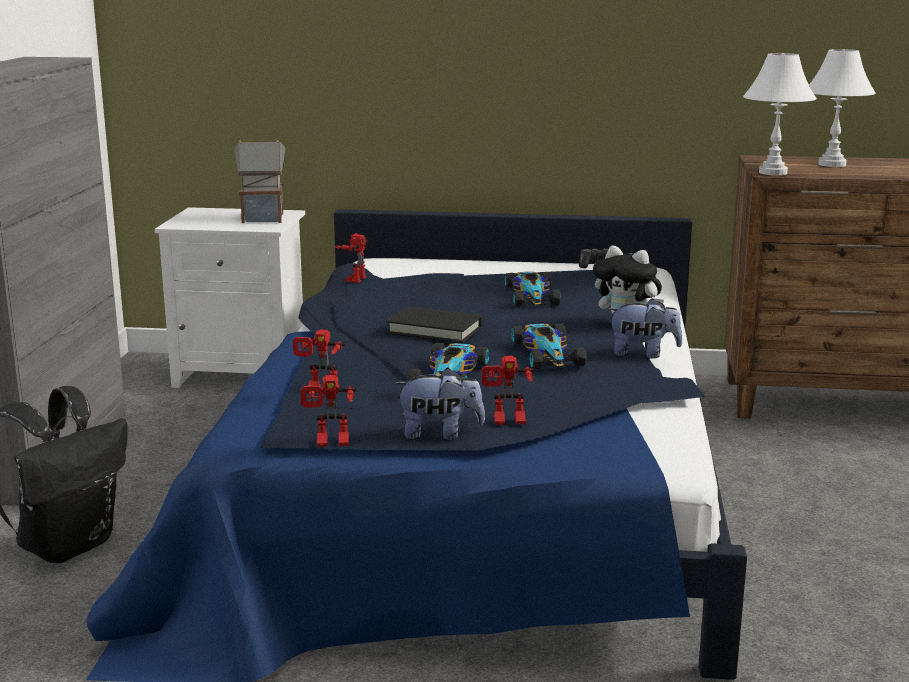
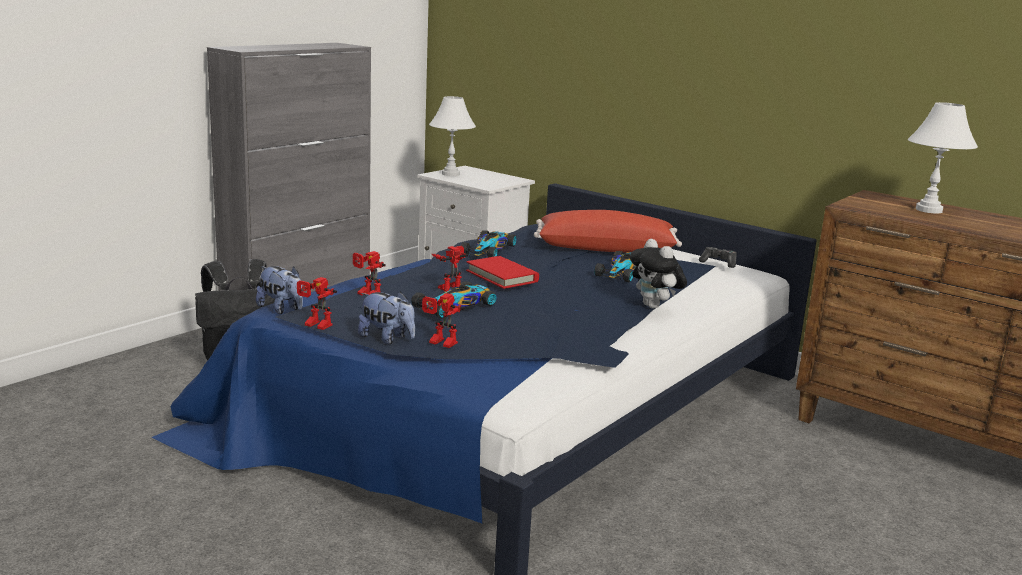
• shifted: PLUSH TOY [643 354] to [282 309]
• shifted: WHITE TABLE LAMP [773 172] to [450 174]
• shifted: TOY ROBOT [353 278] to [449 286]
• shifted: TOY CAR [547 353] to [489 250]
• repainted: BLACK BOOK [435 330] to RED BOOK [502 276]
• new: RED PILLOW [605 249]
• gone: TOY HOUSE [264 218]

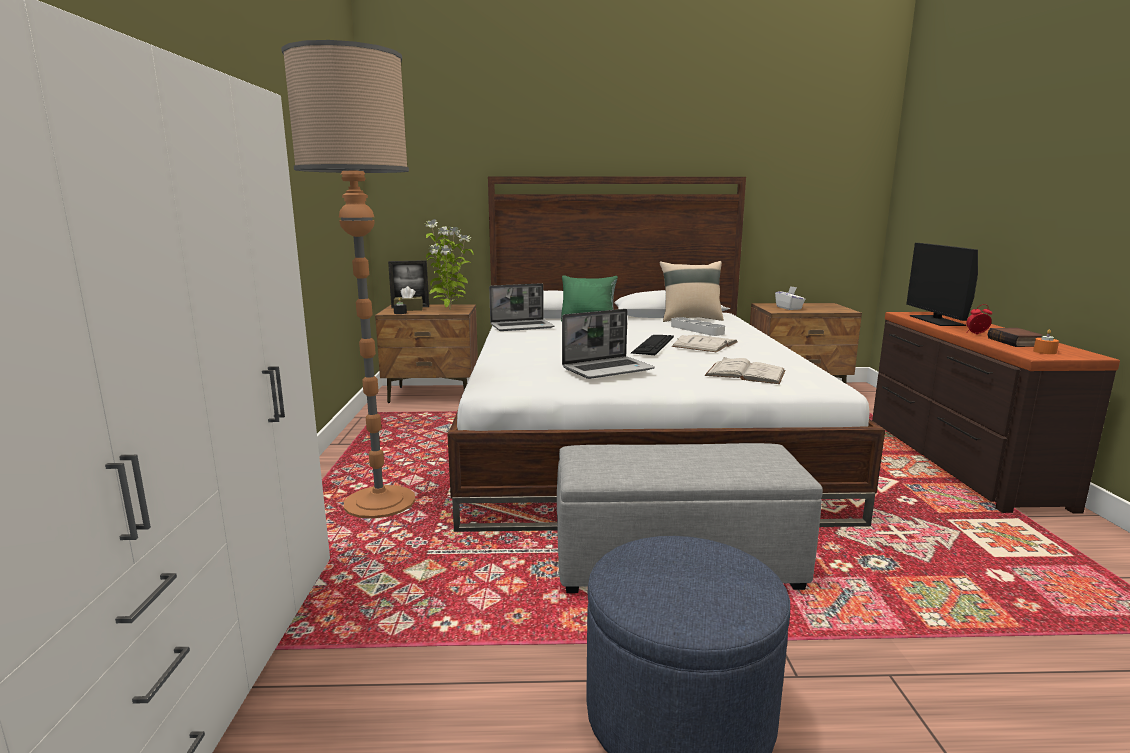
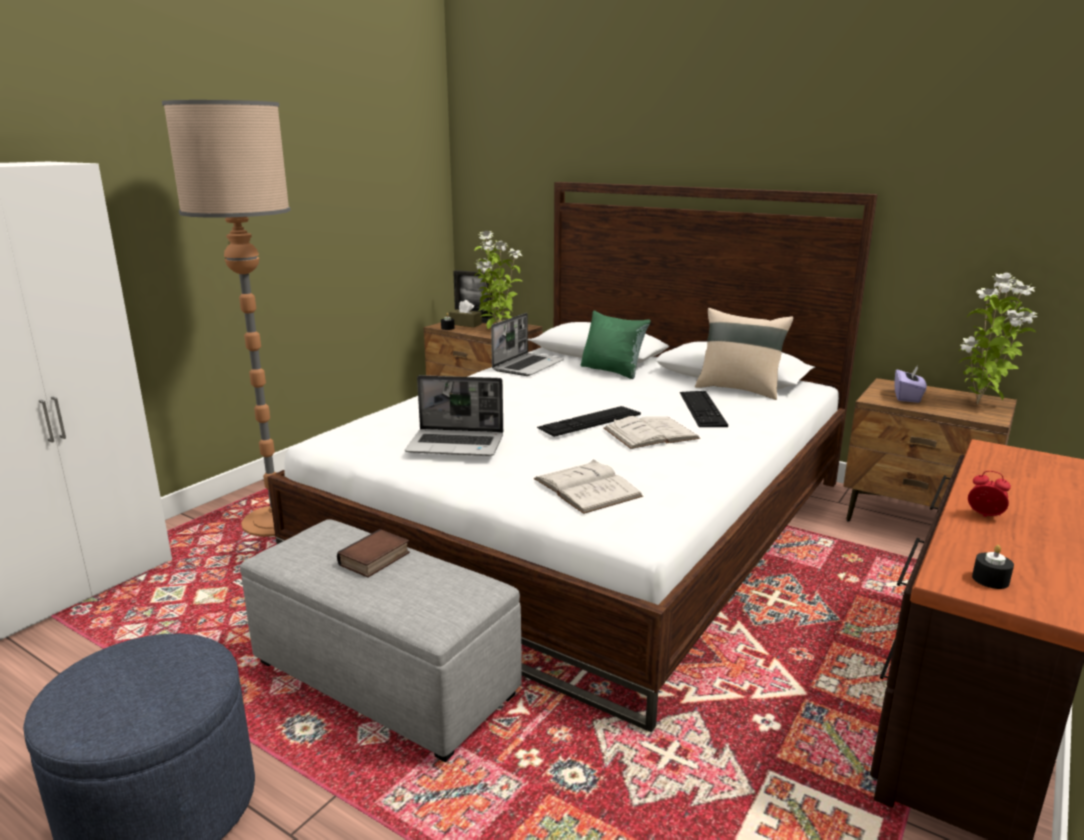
• shifted: BOOK [1017 342] to [375 560]
• rotated: LAPTOP [522 326] = [528 366] 75 degrees counterclockwise
• swapped: GREY TRAY [697 330] to KEYBOARD [702 408]
• repainted: WHITE TISSUE BOX [789 308] to PURPLE TISSUE BOX [907 397]
• new: POTTED PLANT [979 404]
• repainted: ORANGE CANDLE [1044 352] to BLACK CANDLE [990 579]
• gone: MONITOR [936 320]

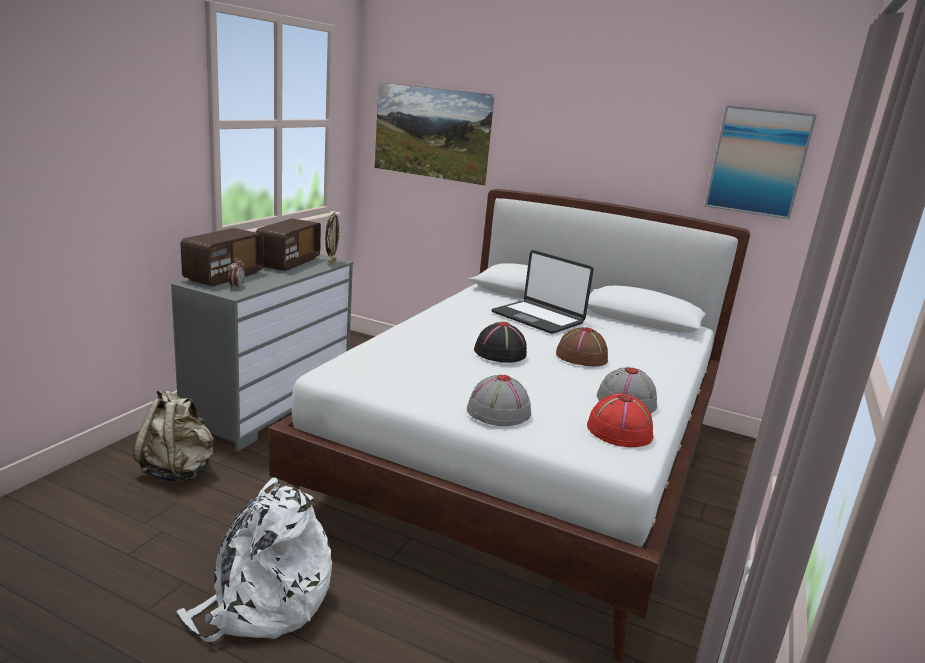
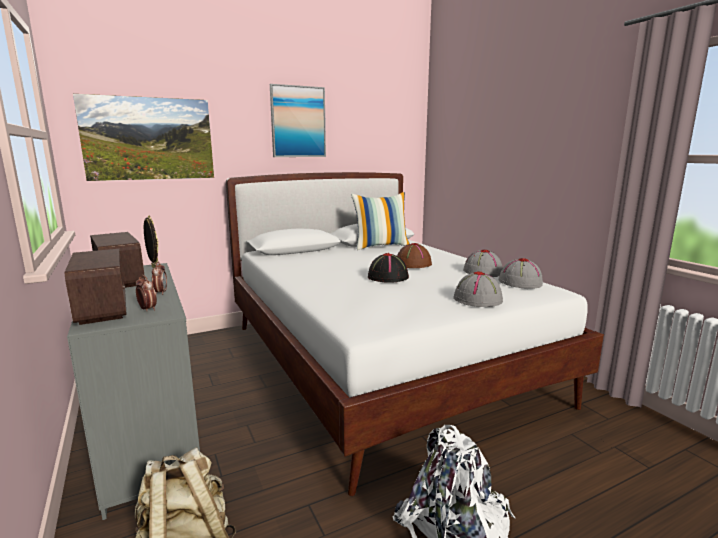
• new: ALARM CLOCK [160 293]
• shifted: PICTURE [758 162] to [298 122]
• new: PILLOW [381 246]
• repainted: RED HAT [619 430] to GREY HAT [519 282]
• gone: LAPTOP [538 318]

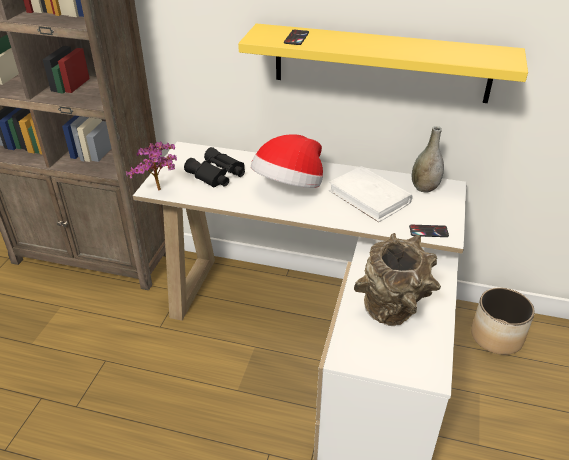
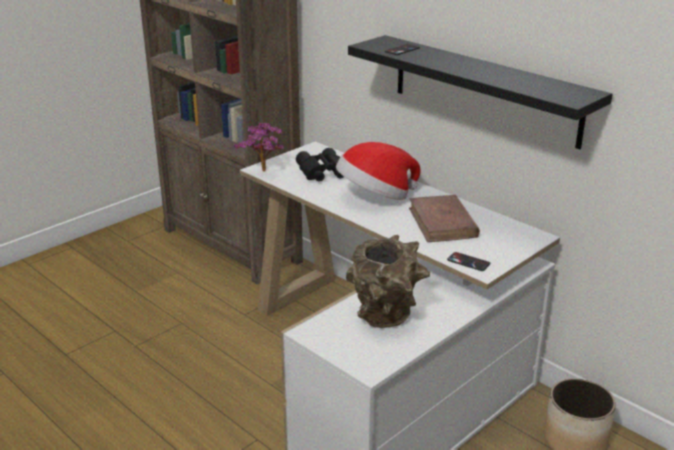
• repainted: YELLOW SHELF [381 63] to BLACK SHELF [484 90]
• repainted: WHITE BOOK [369 197] to BROWN BOOK [442 223]
• gone: GREY VASE [424 188]

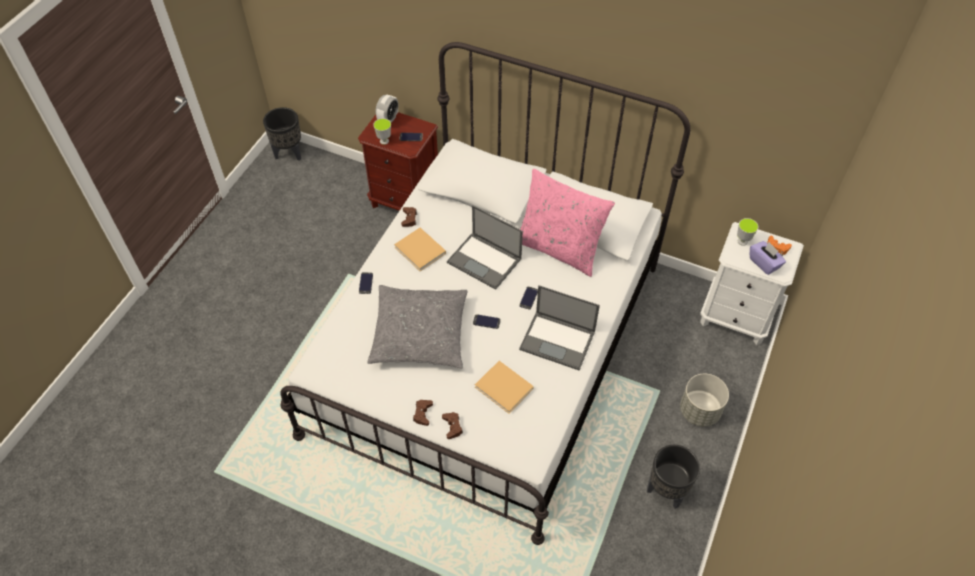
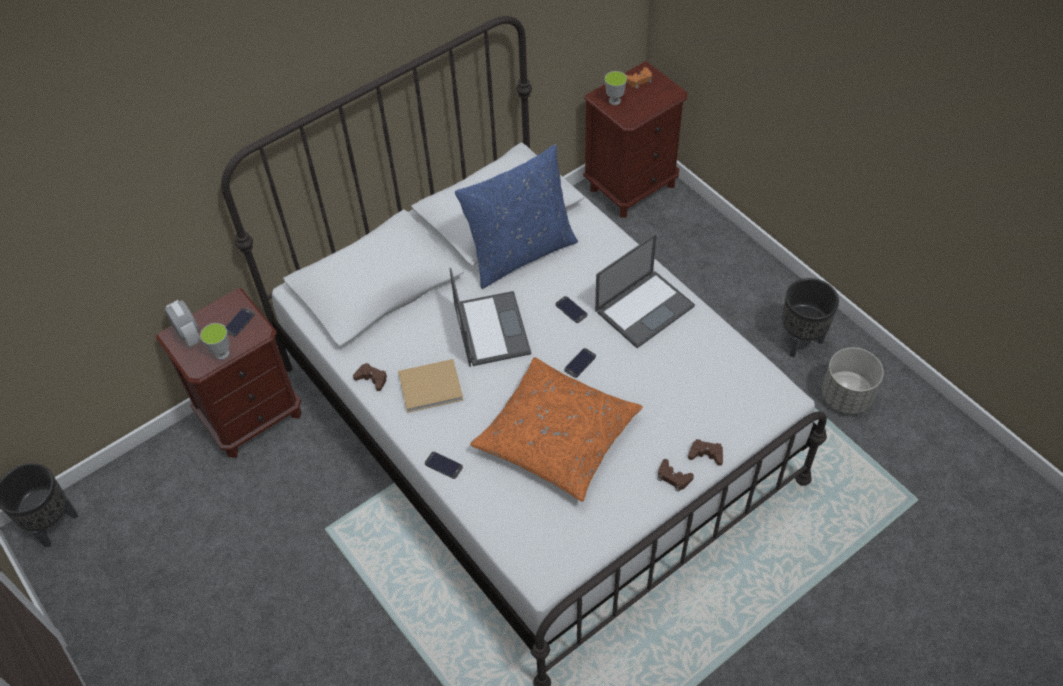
• rotated: LAPTOP [485 261] = [491 328] 75 degrees counterclockwise
• repainted: PINK PILLOW [559 249] to BLUE PILLOW [520 252]
• repainted: GREY PILLOW [420 333] to ORANGE PILLOW [557 436]
• repainted: WHITE NIGHTSTAND [735 317] to BROWN NIGHTSTAND [632 187]
• shifted: GREY PLANTER [699 411] to [846 396]
• gone: BEIGE BOOK [505 389]
• gone: PURPLE TISSUE BOX [764 263]

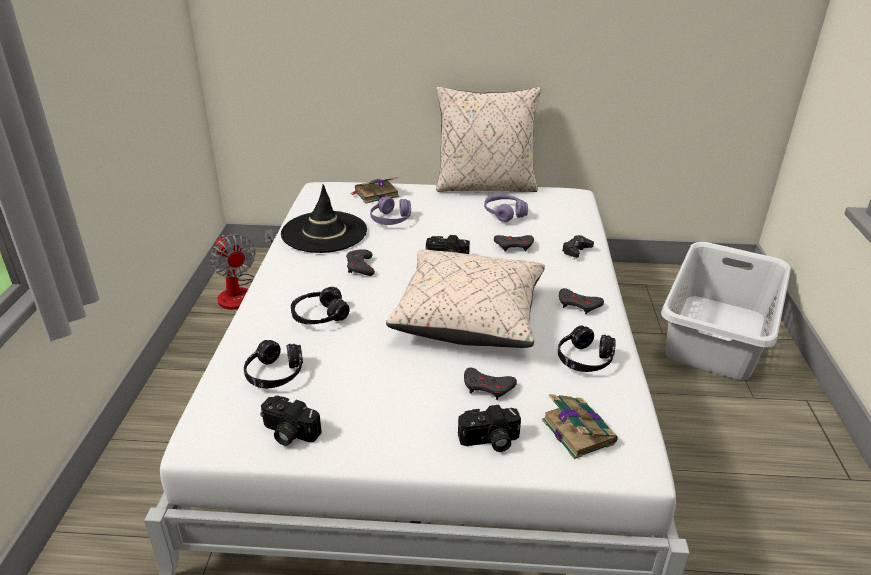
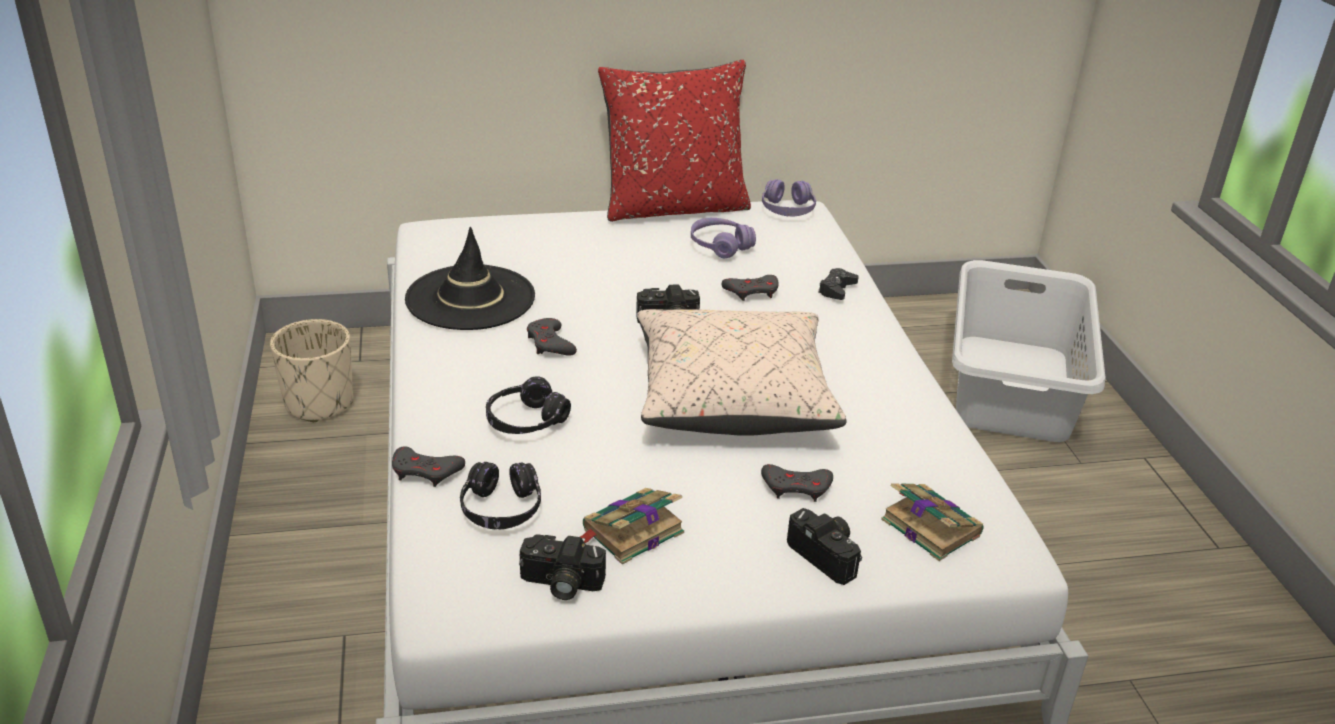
• swapped: FAN [243 292] to BEIGE PLANTER [319 403]
• shifted: GREY GAME CONTROLLER [578 304] to [426 471]
• shifted: BOOK [375 194] to [631 532]
• repainted: BEIGE PILLOW [485 186] to RED PILLOW [674 207]
• shifted: PURPLE HEADPHONES [391 219] to [787 210]
• rotated: PHOTO CAMERA [489 441] = [828 555] 105 degrees counterclockwise
• gone: BLACK HEADPHONES [584 359]

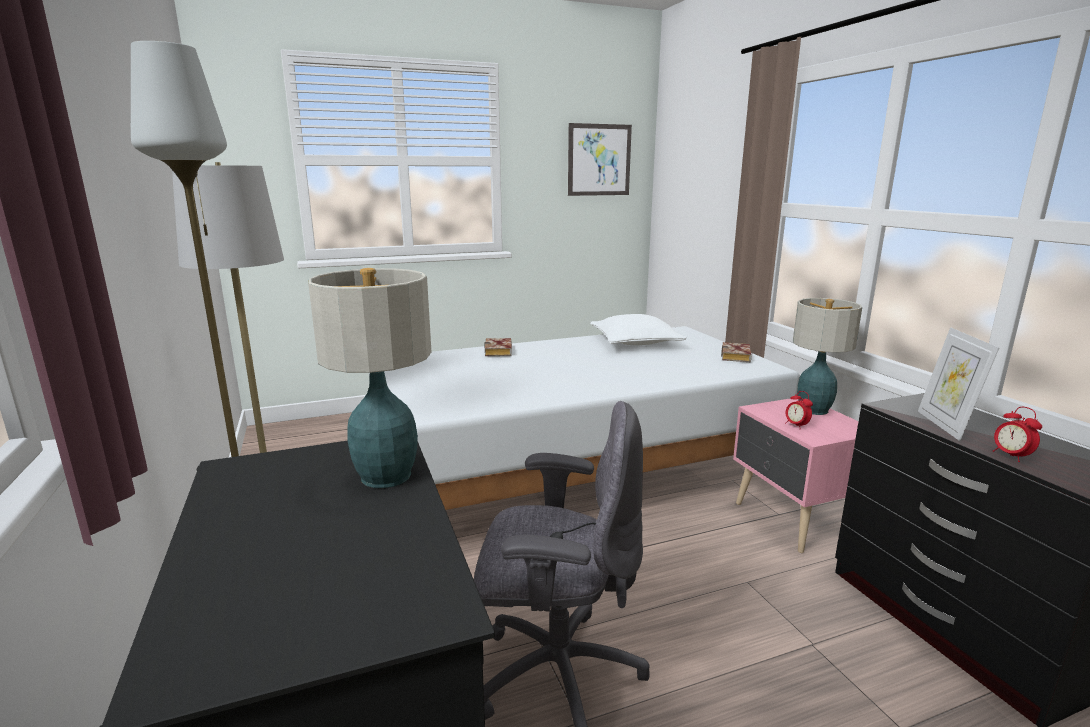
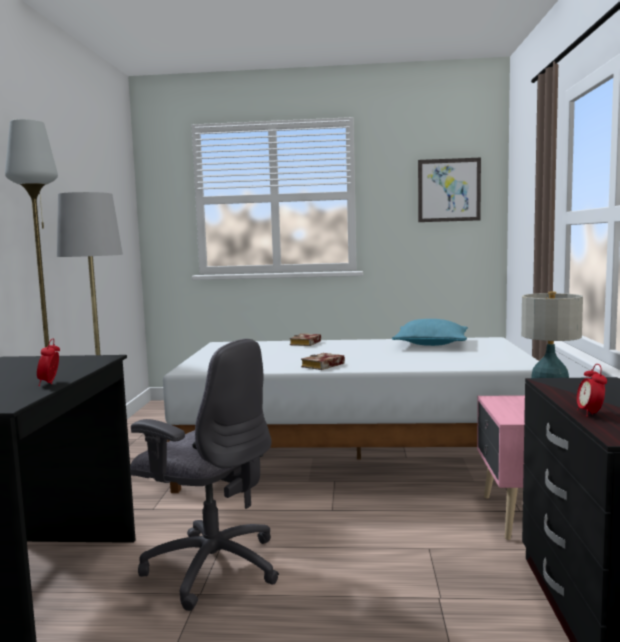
• shifted: ALARM CLOCK [796 425] to [50 383]
• shifted: BOOK [737 357] to [323 366]
• repainted: WHITE PILLOW [635 342] to TURQUOISE PILLOW [431 344]
• gone: TABLE LAMP [387 476]
• gone: PICTURE FRAME [945 425]

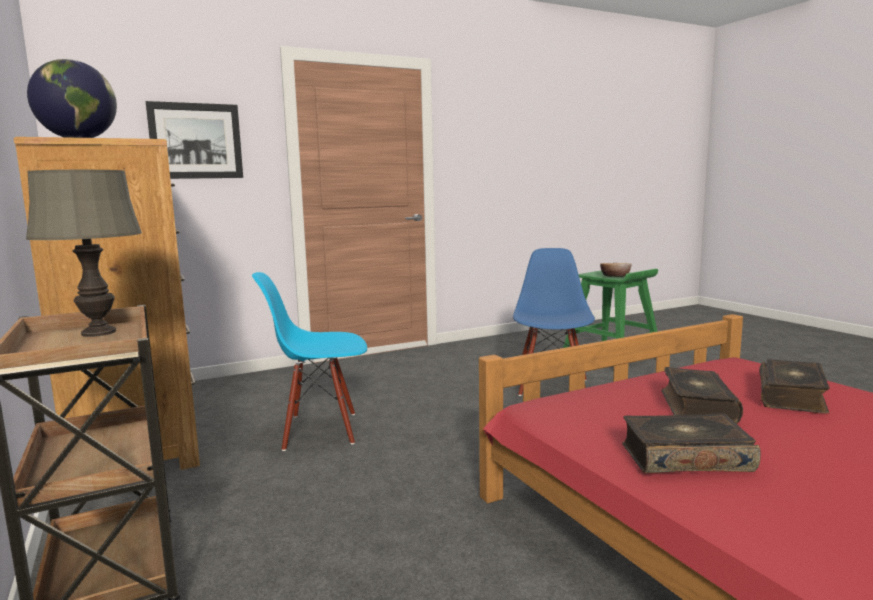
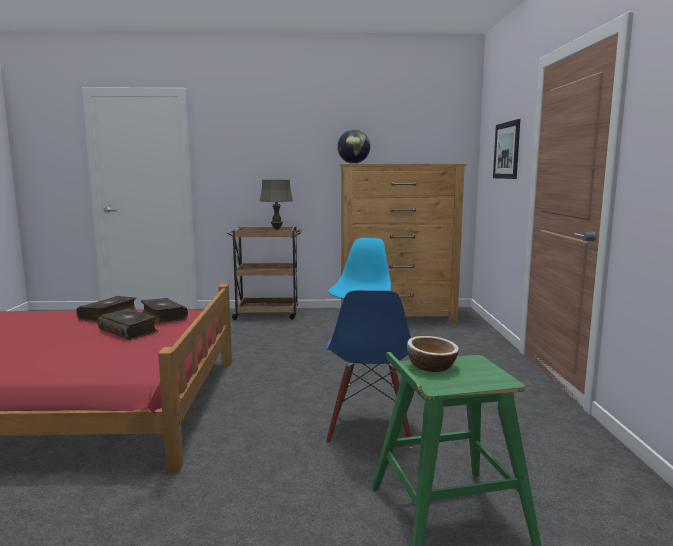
• shifted: BOOK [792 396] to [163 317]
• rotated: BLUE CHAIR [551 387] = [369 430] 60 degrees clockwise

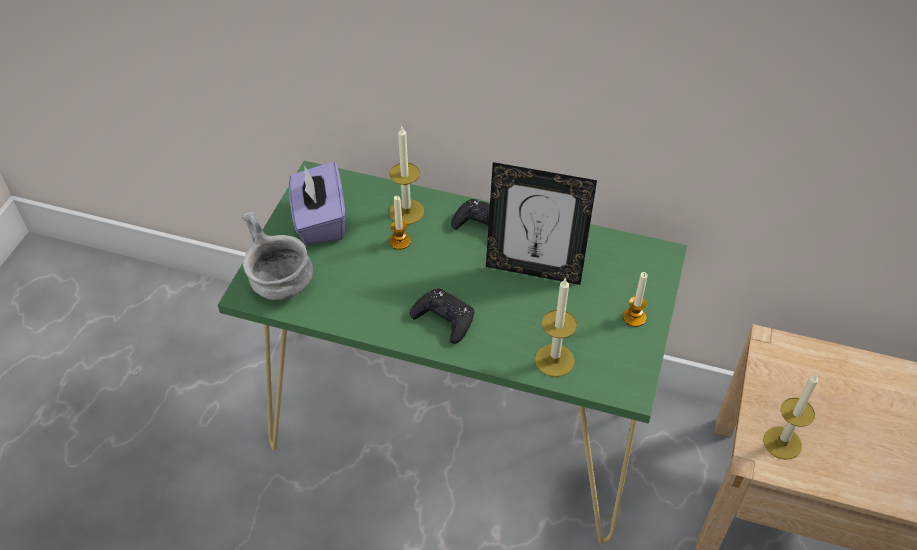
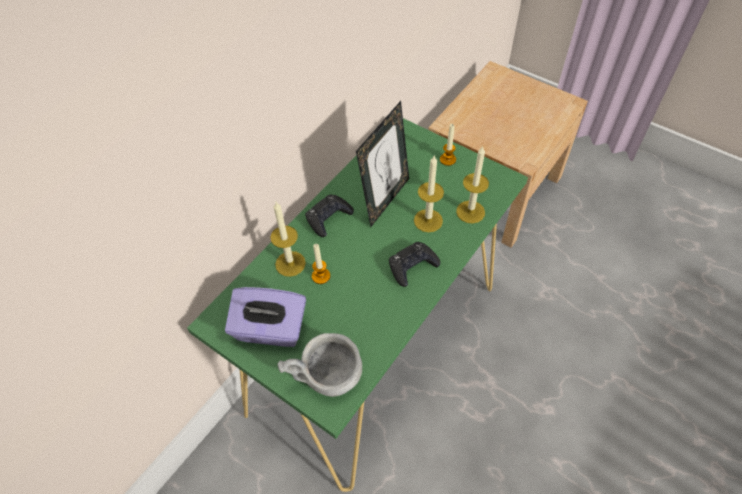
• shifted: CANDLE [782 443] to [428 220]

